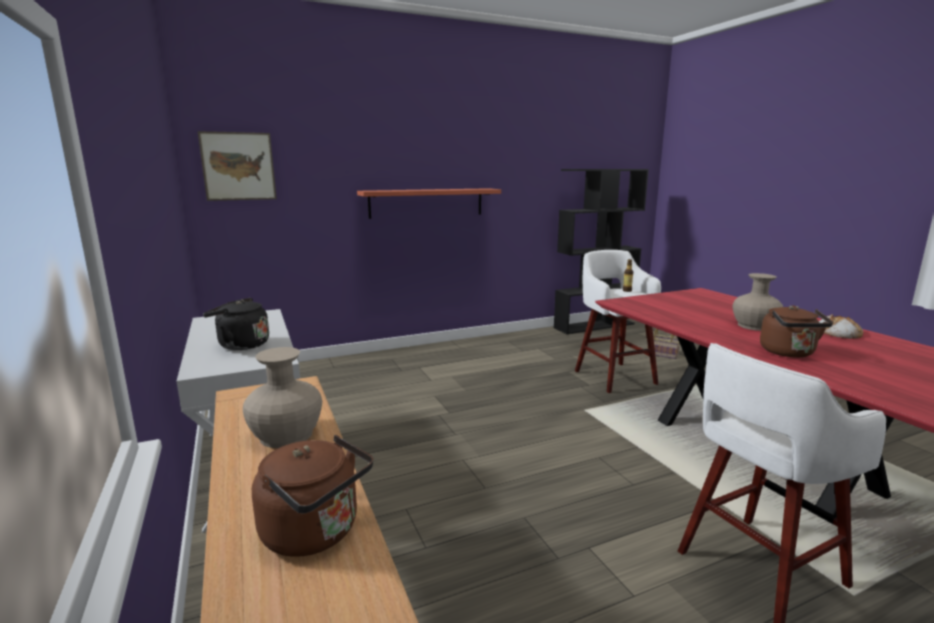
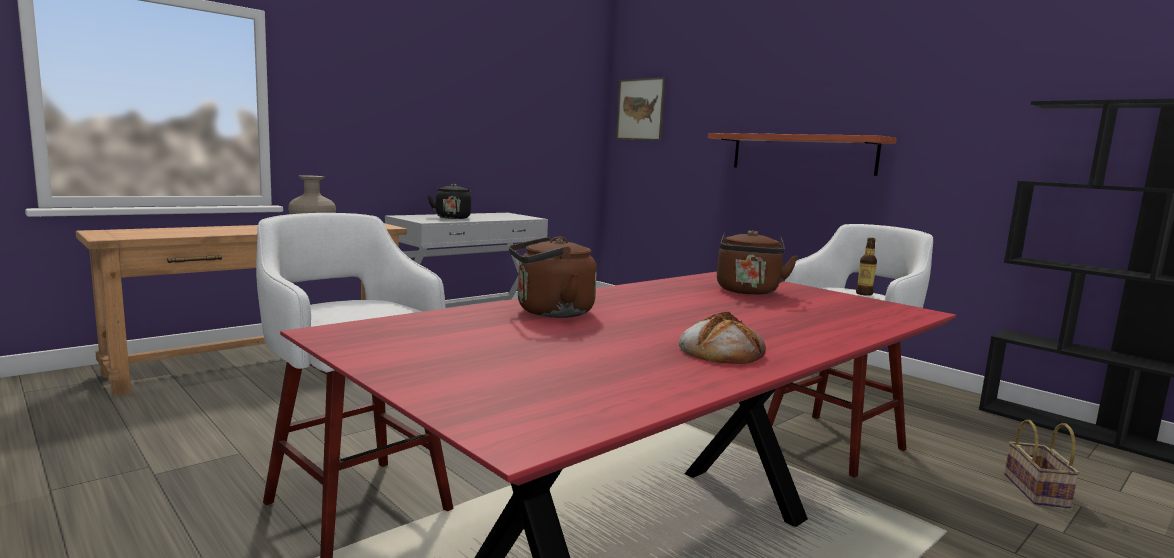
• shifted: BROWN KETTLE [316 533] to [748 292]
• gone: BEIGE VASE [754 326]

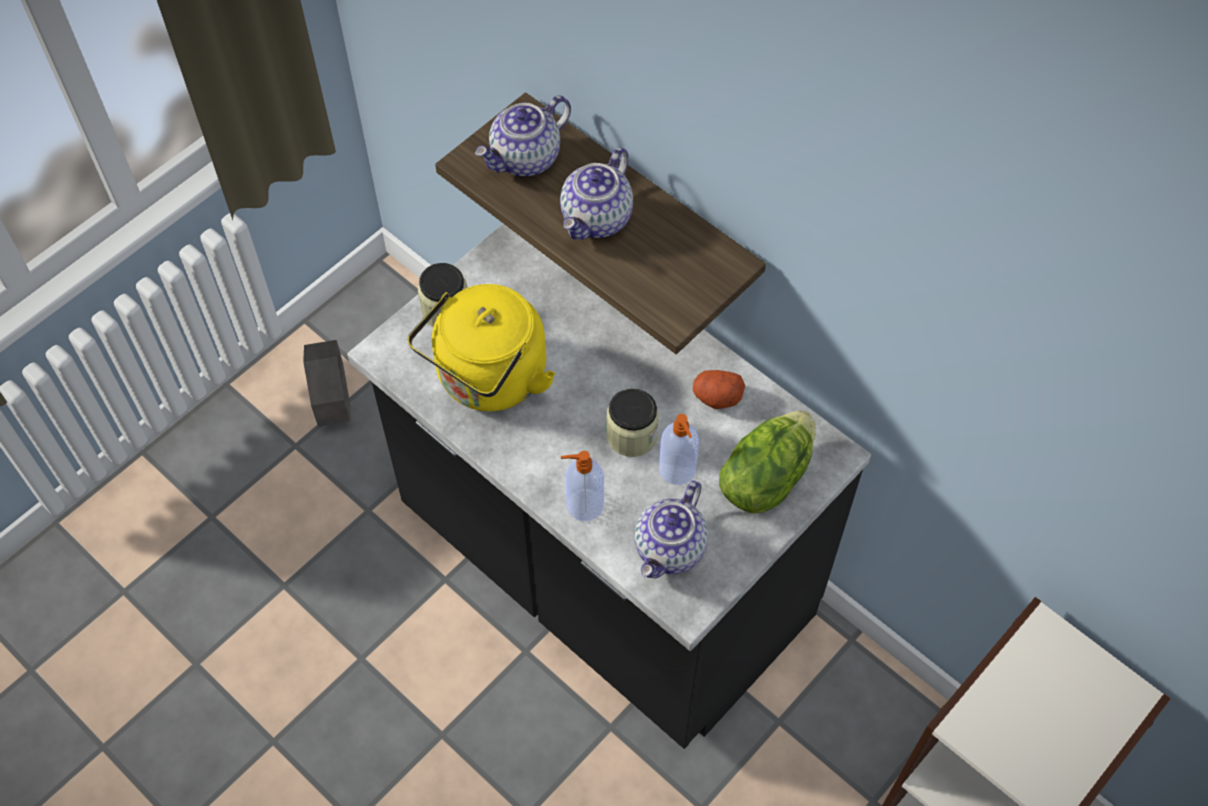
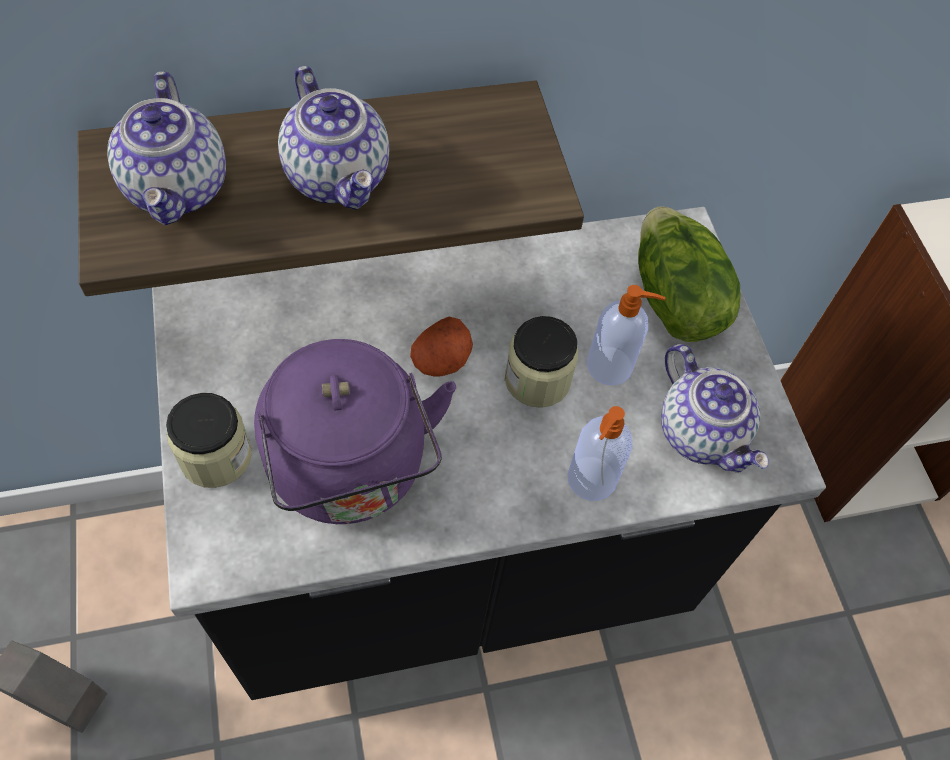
• repainted: YELLOW KETTLE [488 380] to PURPLE KETTLE [351 472]
• shifted: POTATO [716 397] to [441 360]

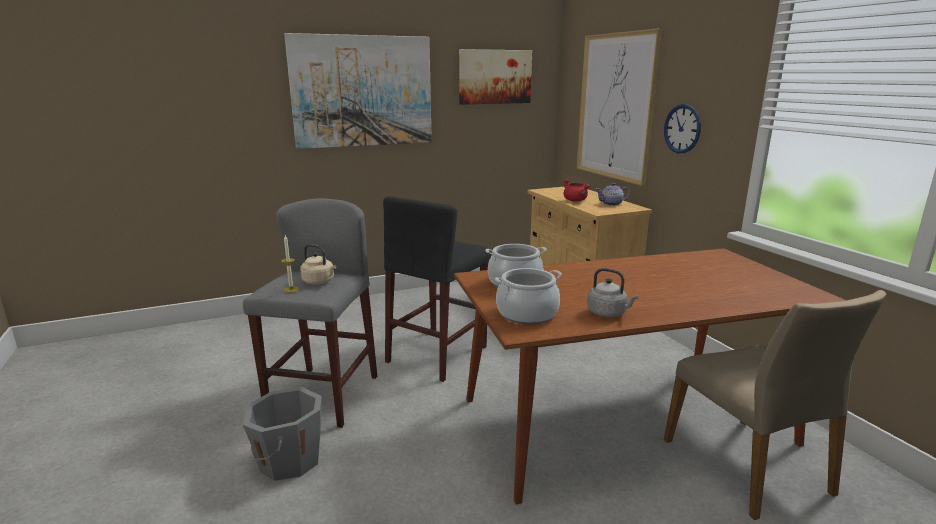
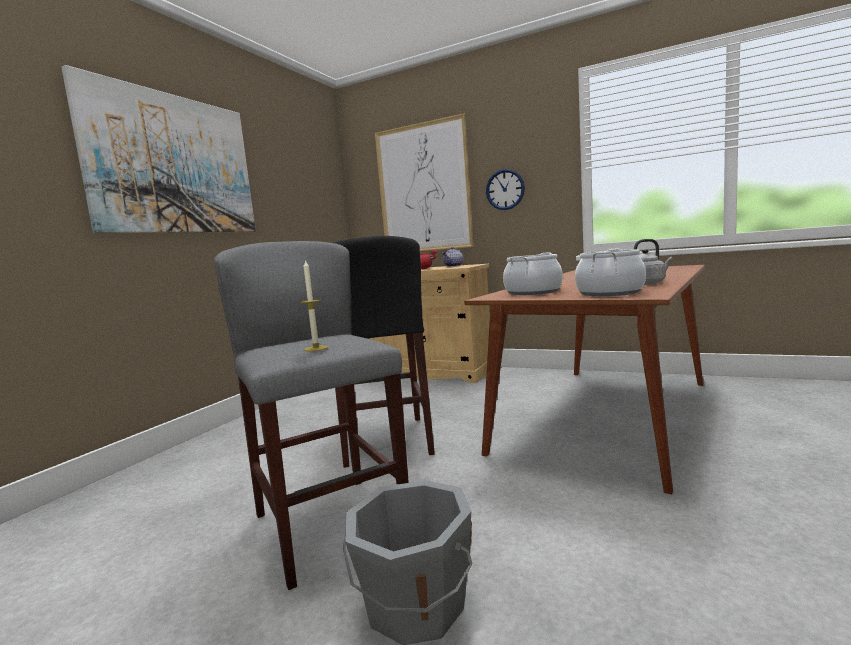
• gone: BEIGE KETTLE [319 282]
• gone: PICTURE [495 77]
• gone: BEIGE CHAIR [748 466]

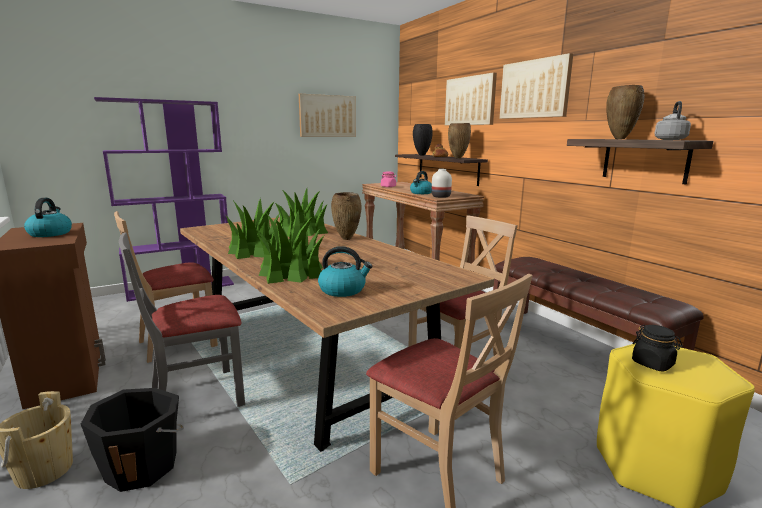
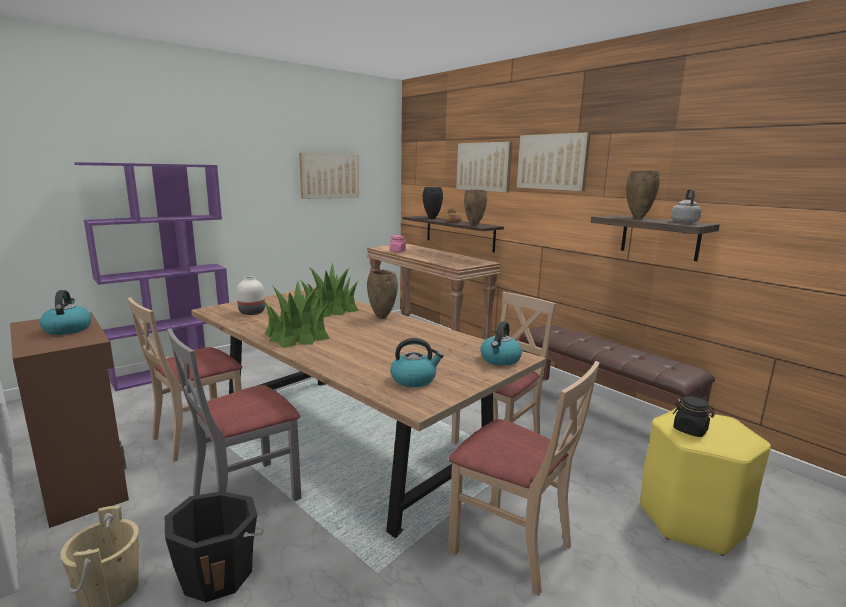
• shifted: WHITE VASE [441 196] to [252 312]
• shifted: KETTLE [421 193] to [500 360]
• gone: POTTED PLANT [292 271]

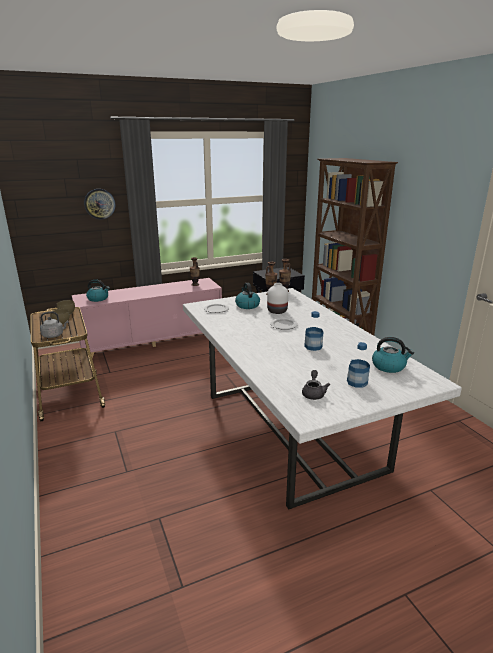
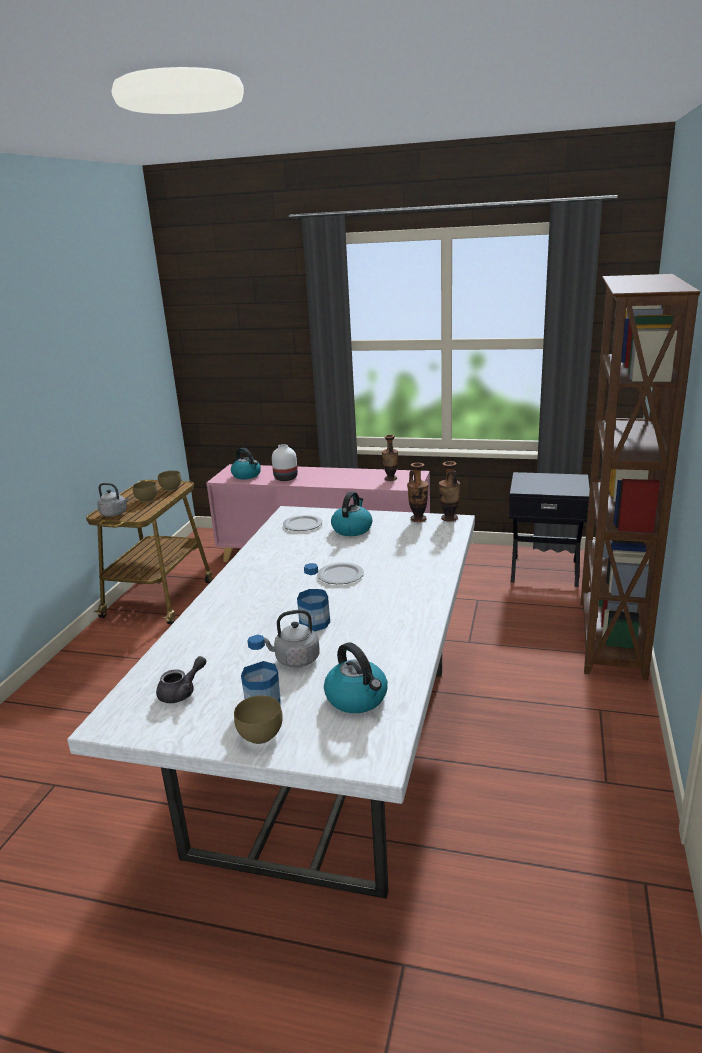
• new: BROWN BOWL [261 734]
• new: GREY KETTLE [295 660]
• shifted: WHITE VASE [277 311] to [286 478]
• gone: WALL CLOCK [99 204]

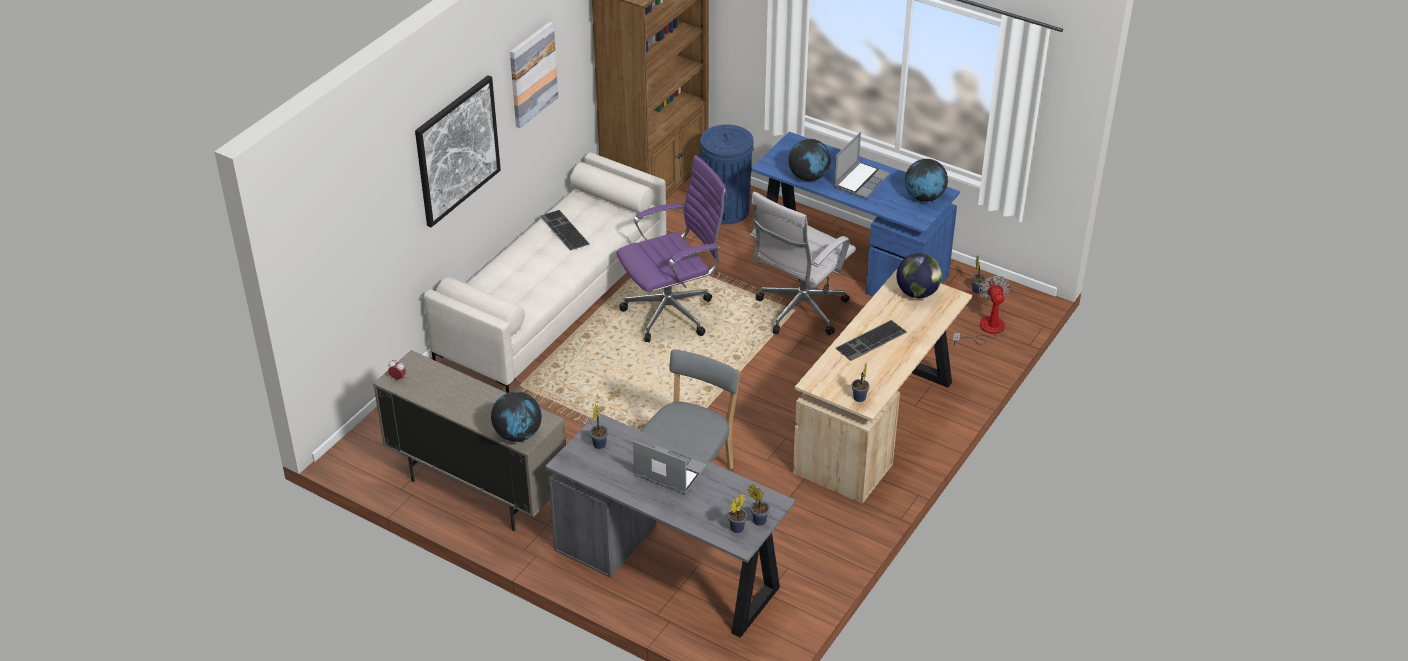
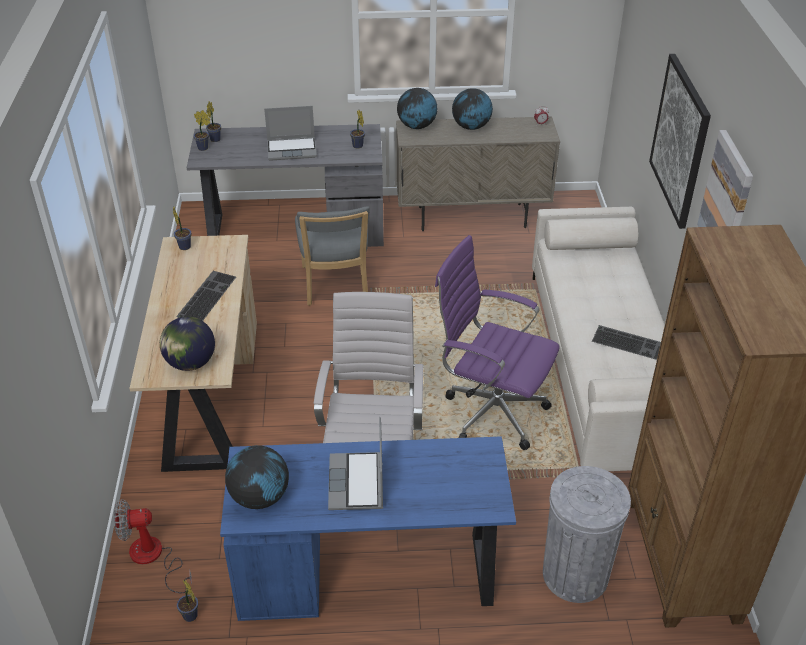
• rotated: FAN [985 330] = [153 558] 120 degrees clockwise
• rotated: PURPLE OFFICE CHAIR [673 312] = [490 412] 90 degrees clockwise
• shifted: GLOBE [808 177] to [471 127]
• repainted: BLUE TRASH CAN [726 210] to GREY TRASH CAN [575 574]

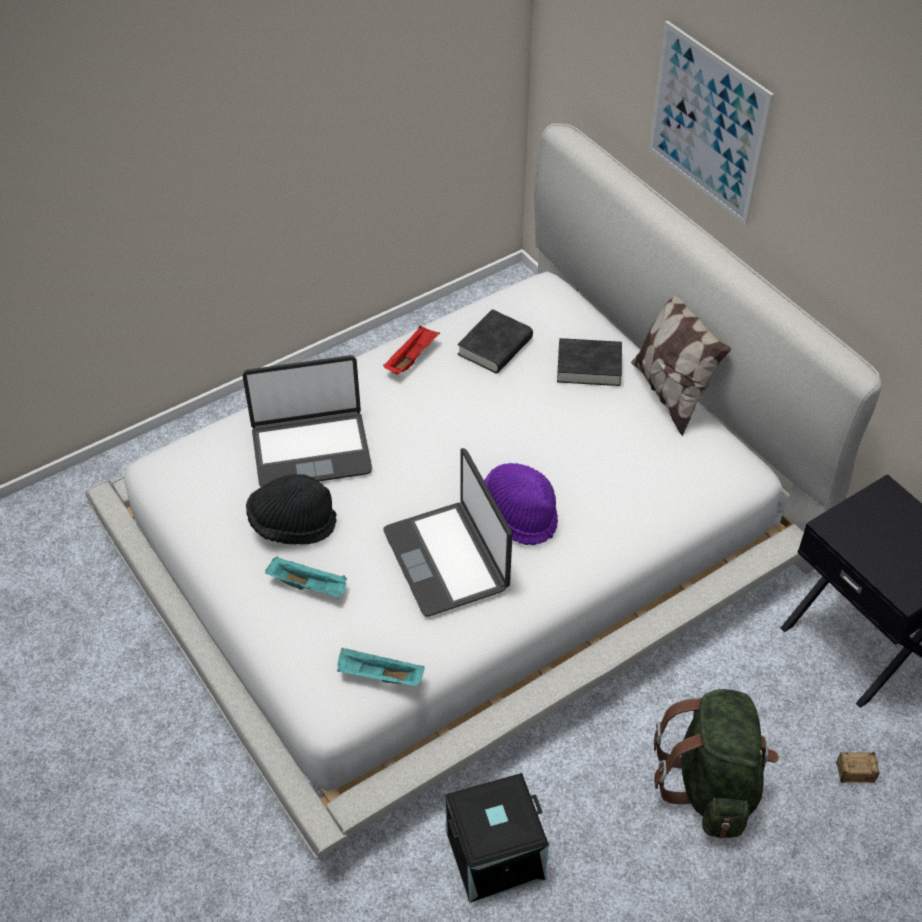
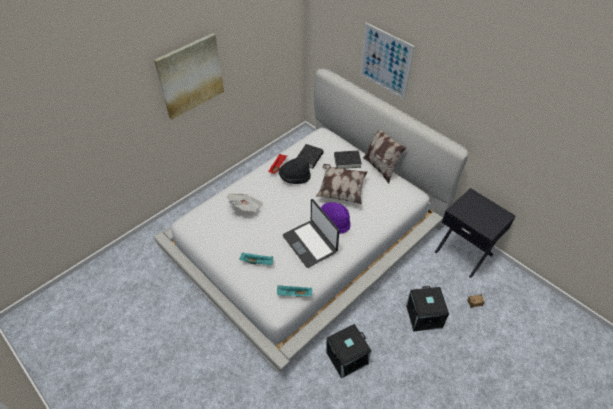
• new: PICTURE [190 76]
• swapped: LAPTOP [311 450] to NEWSPAPER [246 208]
• shifted: BLACK HAT [292 524] to [294 178]
• new: PILLOW [341 190]
• swapped: GREEN BACKPACK [711 784] to BLACK STORAGE BOX [423 316]

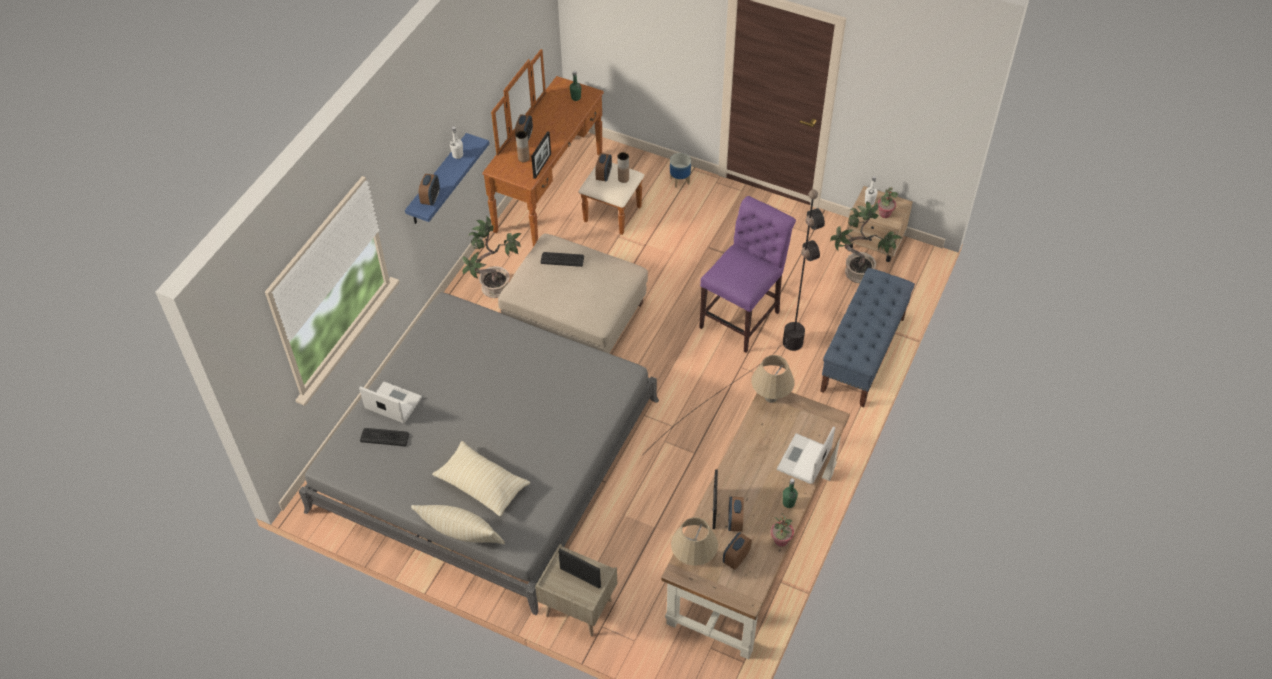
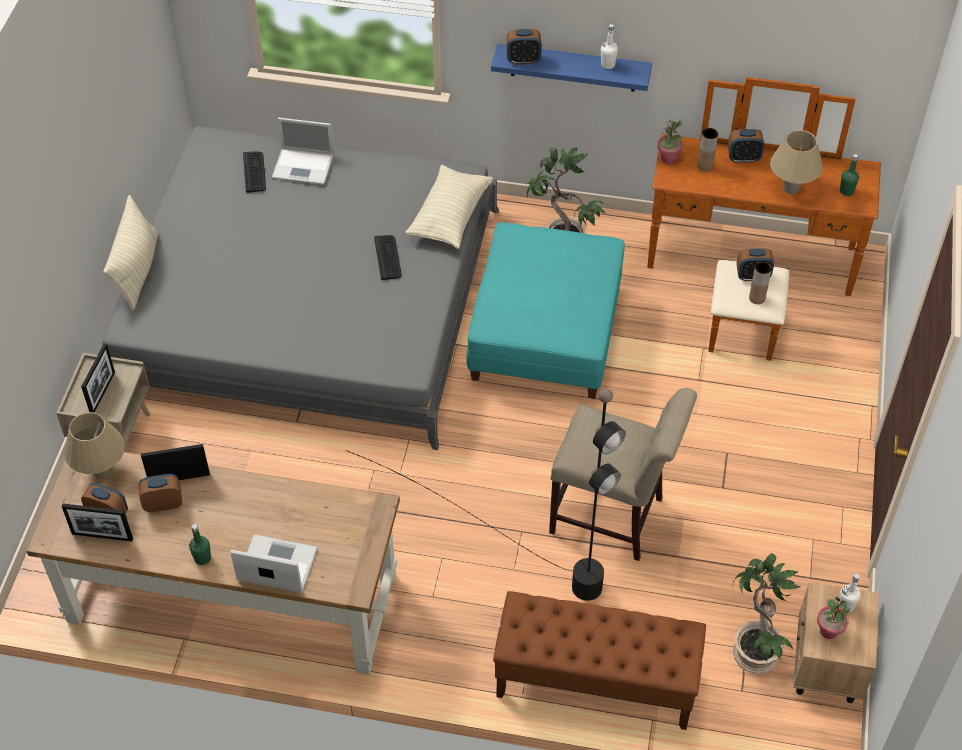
• shifted: PICTURE FRAME [542 166] to [102 536]
• rotated: LAPTOP [392 403] = [304 166] 90 degrees clockwise
• shifted: KEYBOARD [562 259] to [388 257]
• shifted: BEIGE PILLOW [482 485] to [450 216]
• repainted: BEIGE OTTOMAN [575 317] to TURQUOISE OTTOMAN [544 334]
• repainted: BLUE BENCH [863 354] to BROWN BENCH [595 682]
• repainted: PURPLE CHAIR [743 317] to BEIGE CHAIR [613 518]
• shifted: POTTED PLANT [780 540] to [668 158]
• shifted: BEIGE TABLE LAMP [770 397] to [791 188]
• gone: PLANTER [680 180]

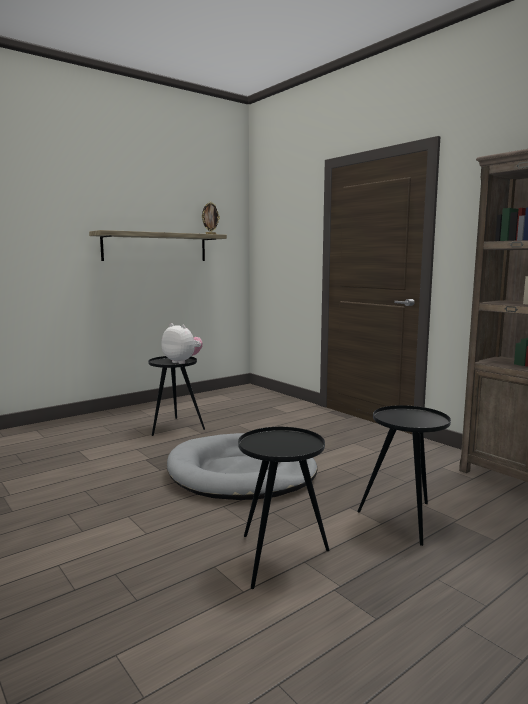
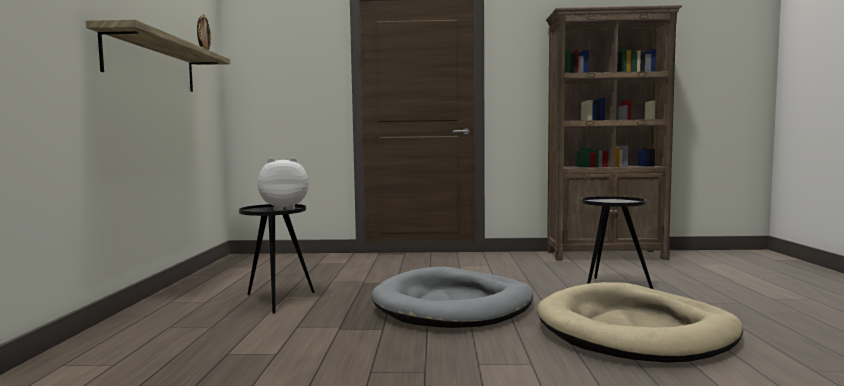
• swapped: BLACK SIDE TABLE [280 557] to BEIGE DOG BED [635 330]

